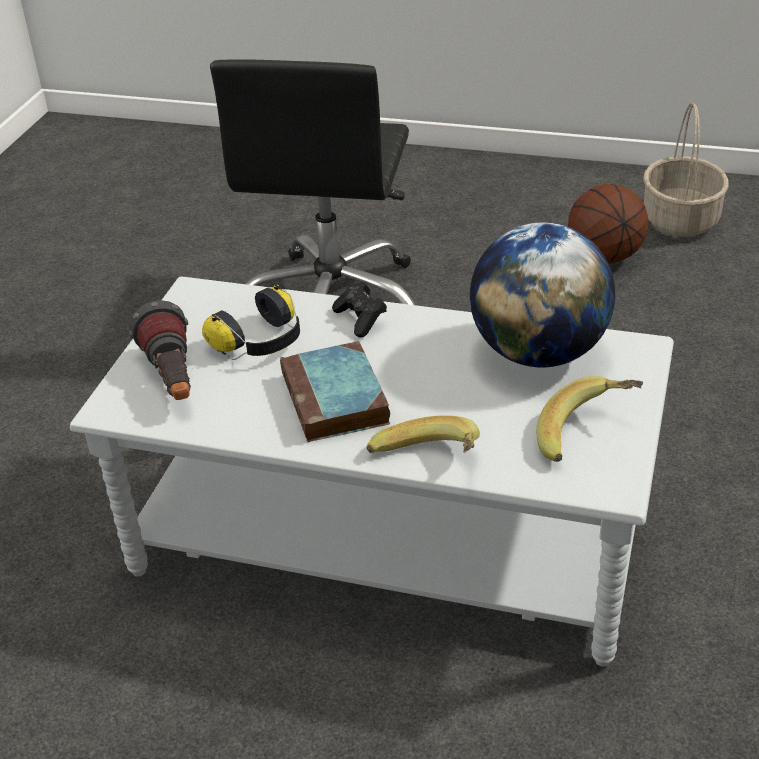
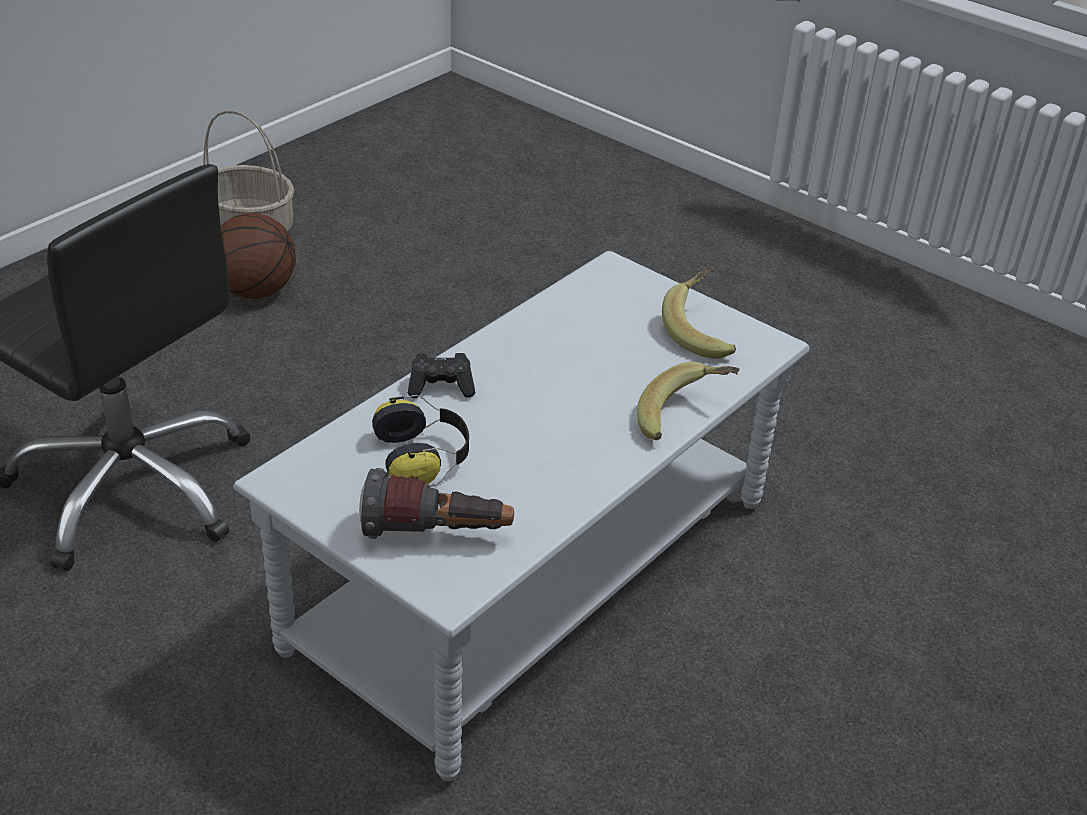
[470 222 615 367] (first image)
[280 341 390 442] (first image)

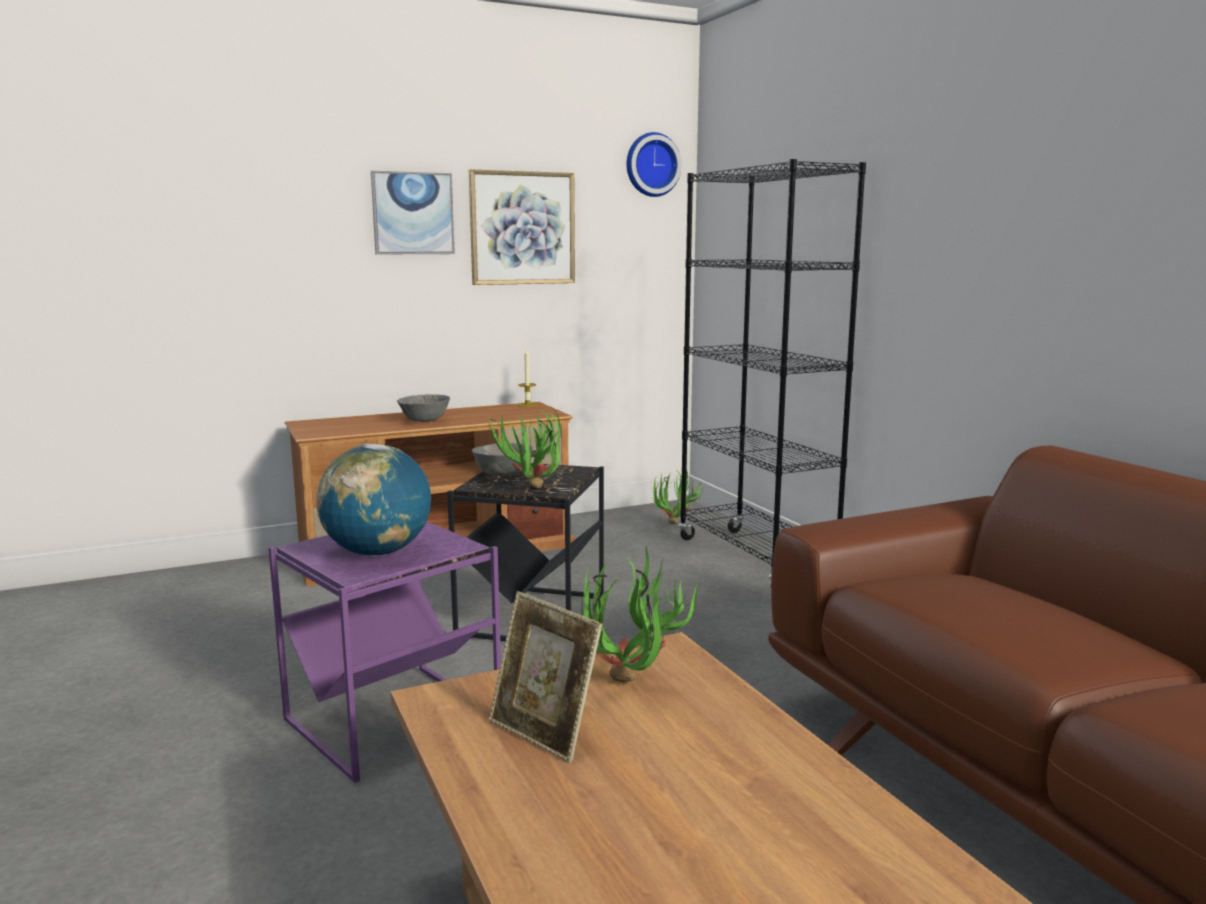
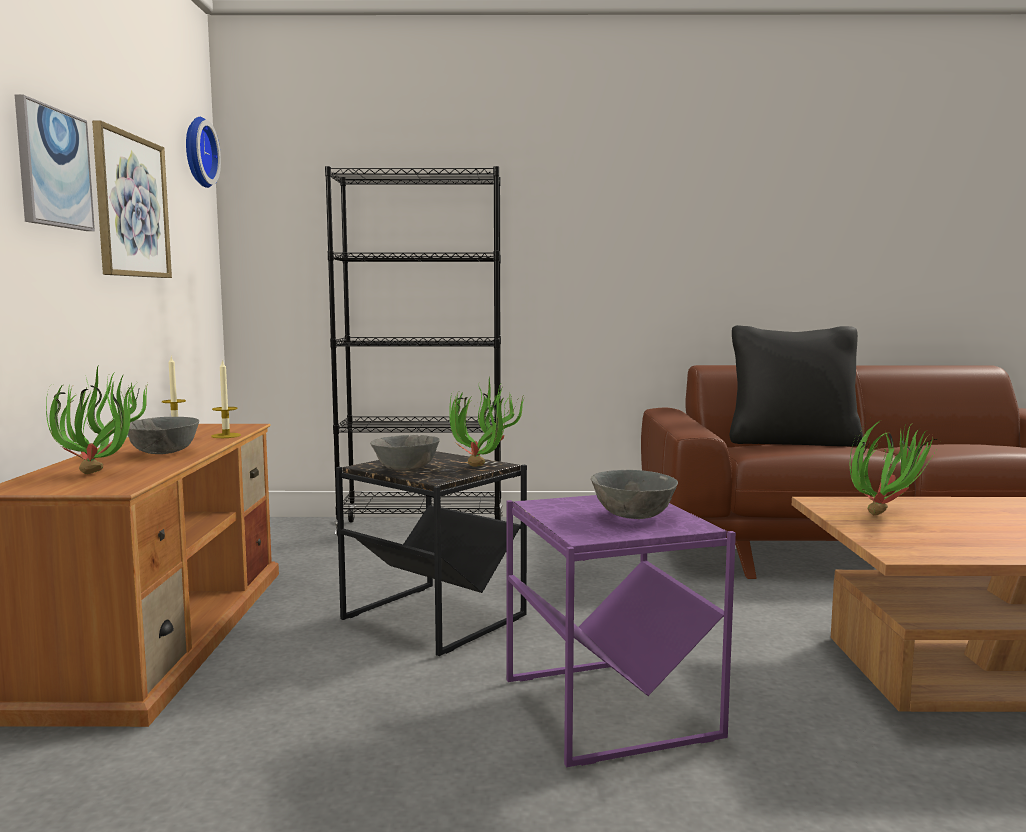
[591 470 678 519]
[46 366 148 474]
[489 591 602 763] (first image)
[730 325 863 447]
[211 359 241 438]

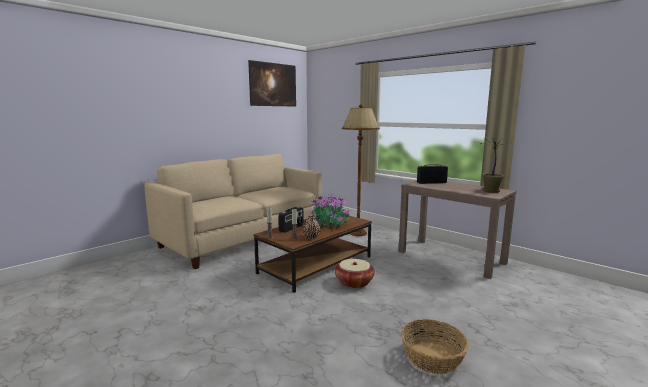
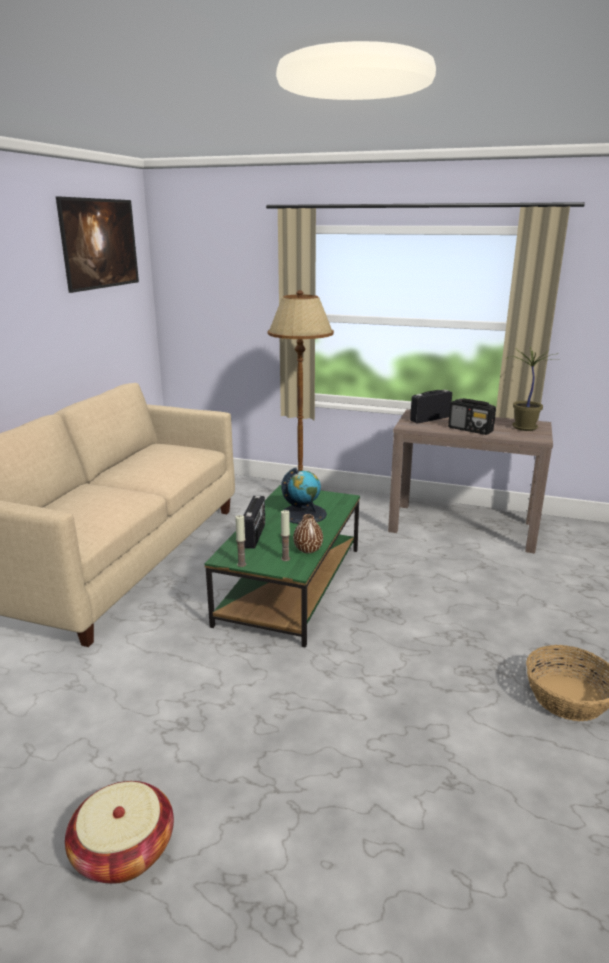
[281 467 327 524]
[205 485 360 648]
[65 781 174 884]
[448 398 496 435]

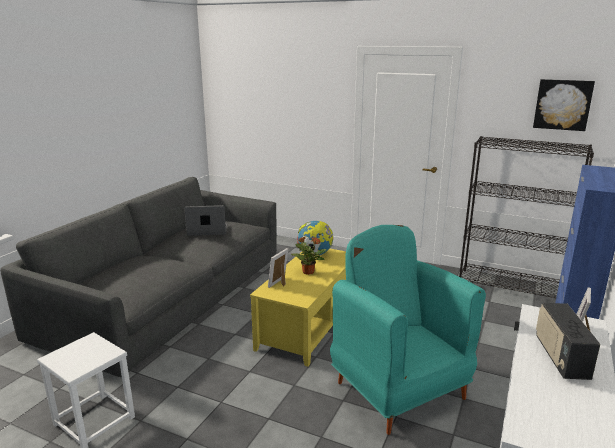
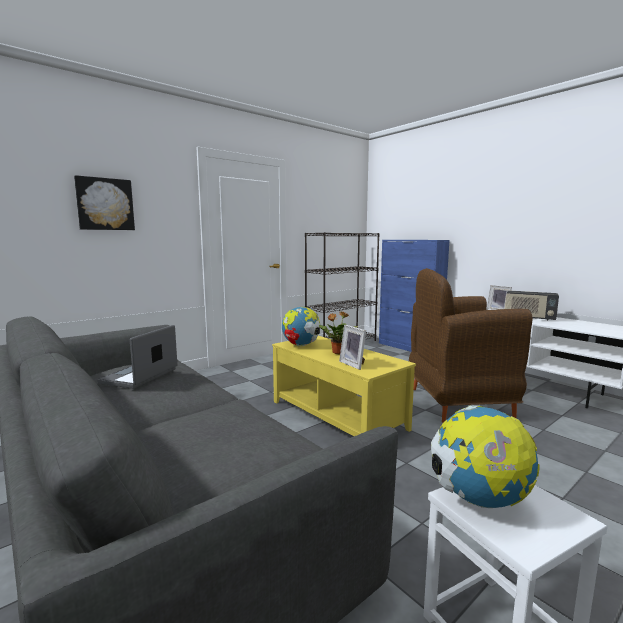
[74 175 135 230]
[409 268 533 423]
[431 406 540 508]

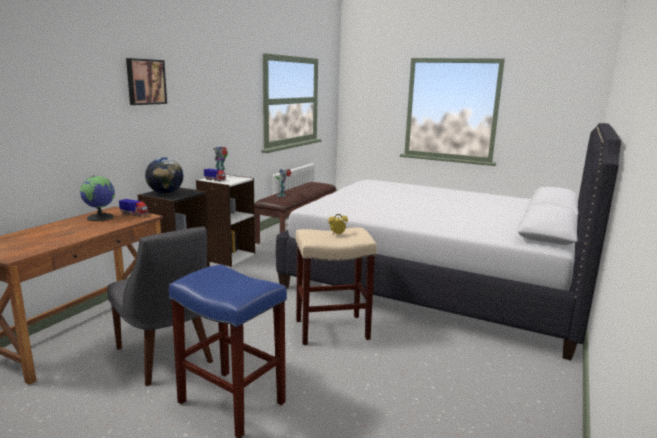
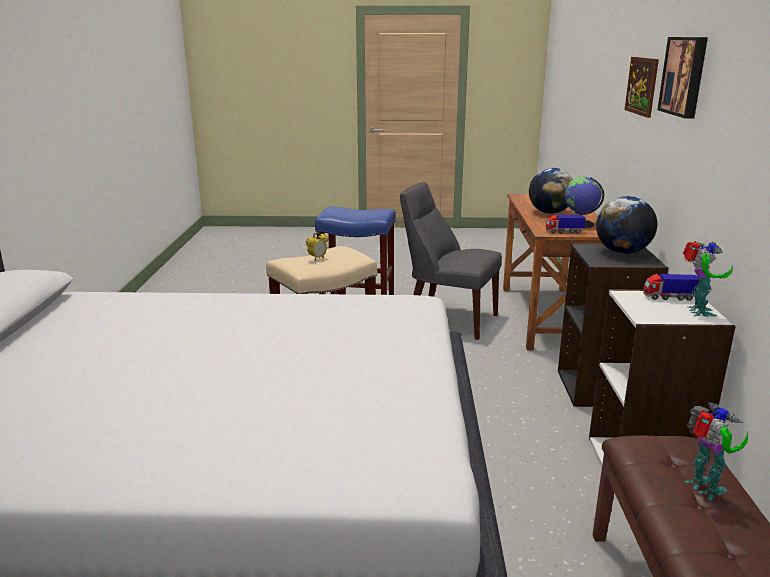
[624 57 659 118]
[529 168 573 214]

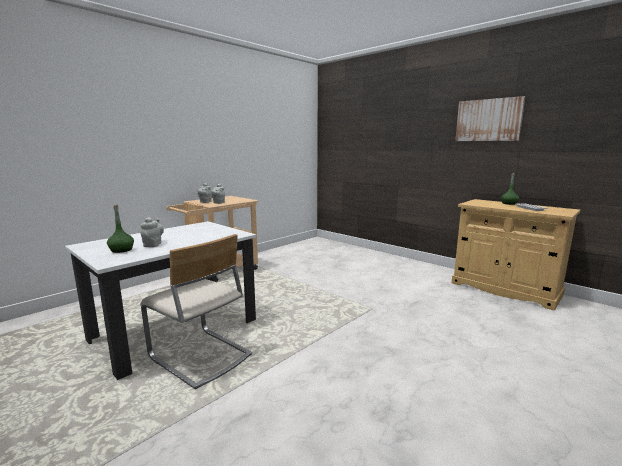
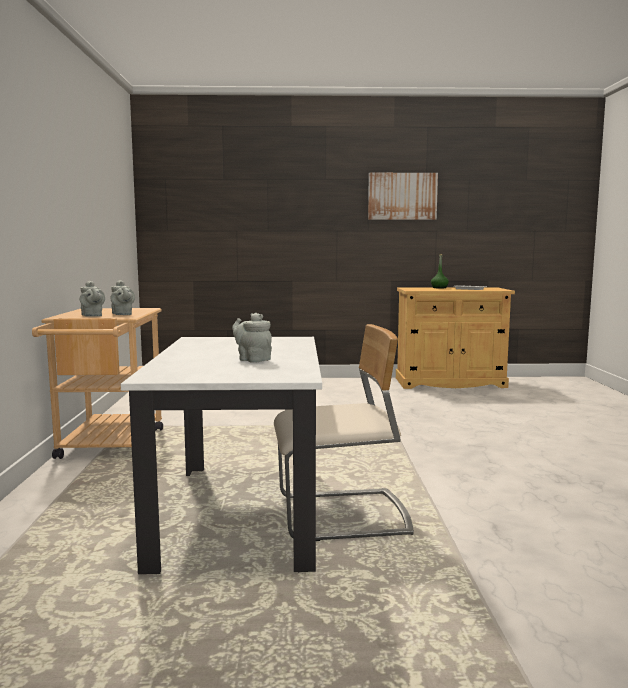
[107 205 134 253] (first image)

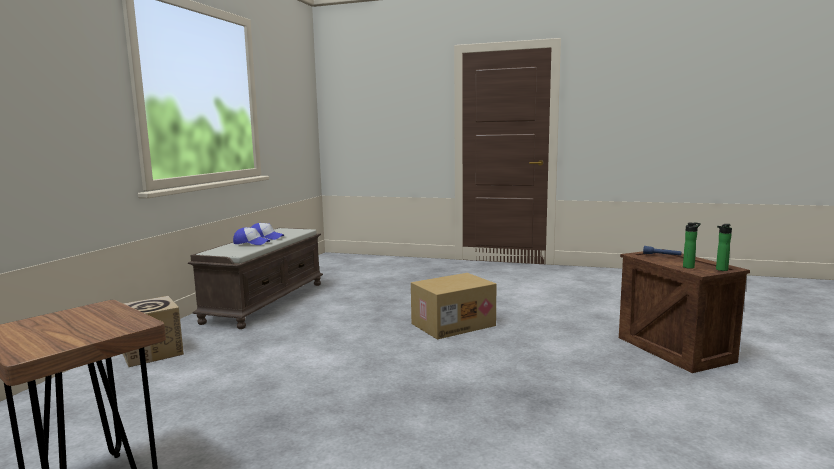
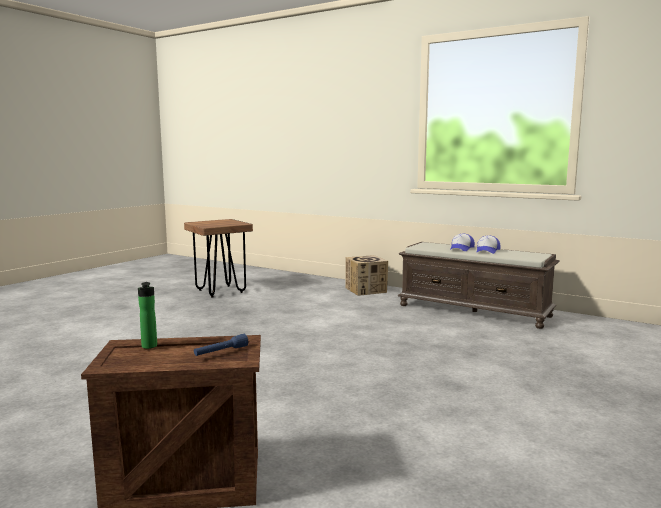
[716 224 732 271] (first image)
[411 273 496 340] (first image)

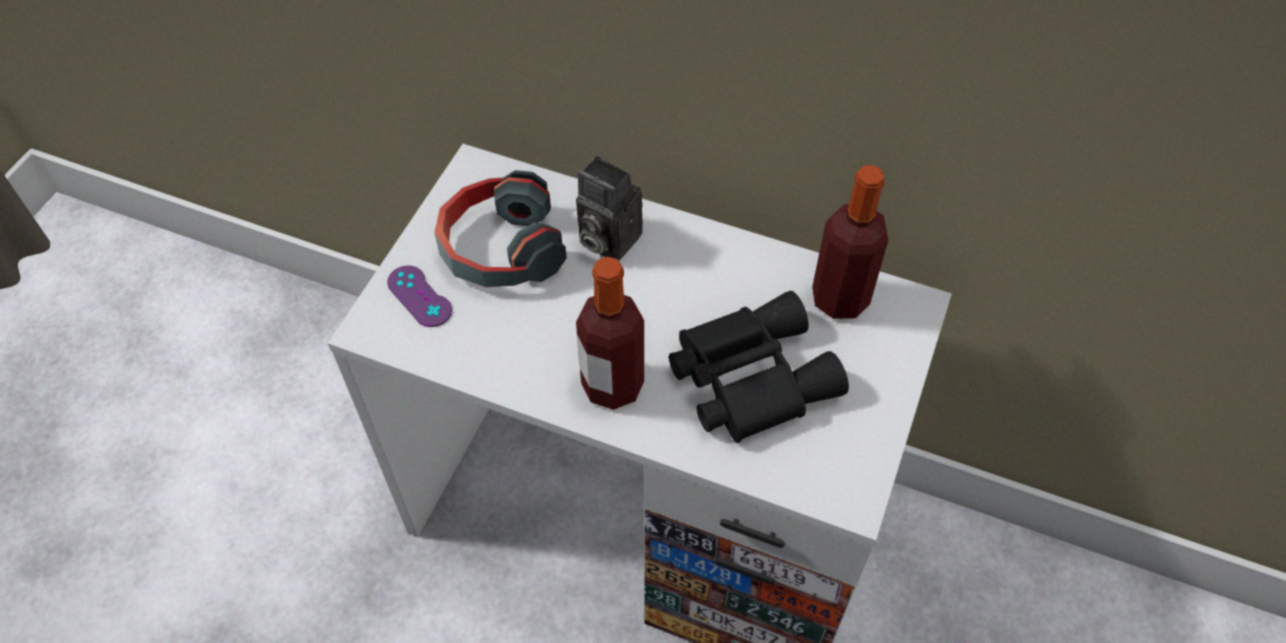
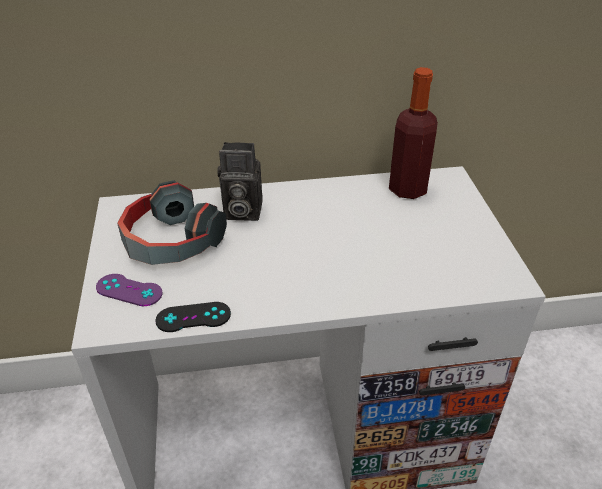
[576 256 644 410] (first image)
[669 291 849 443] (first image)
[155 302 231 332]

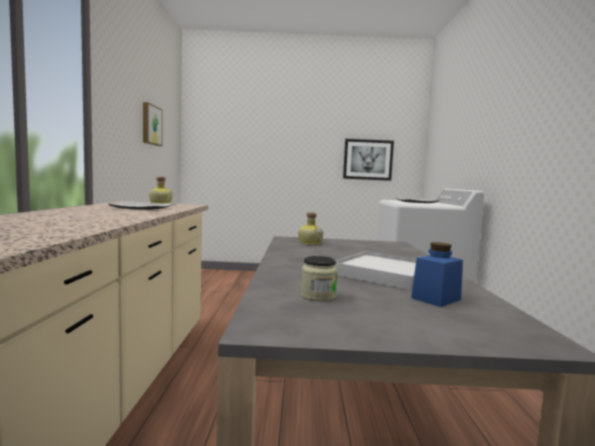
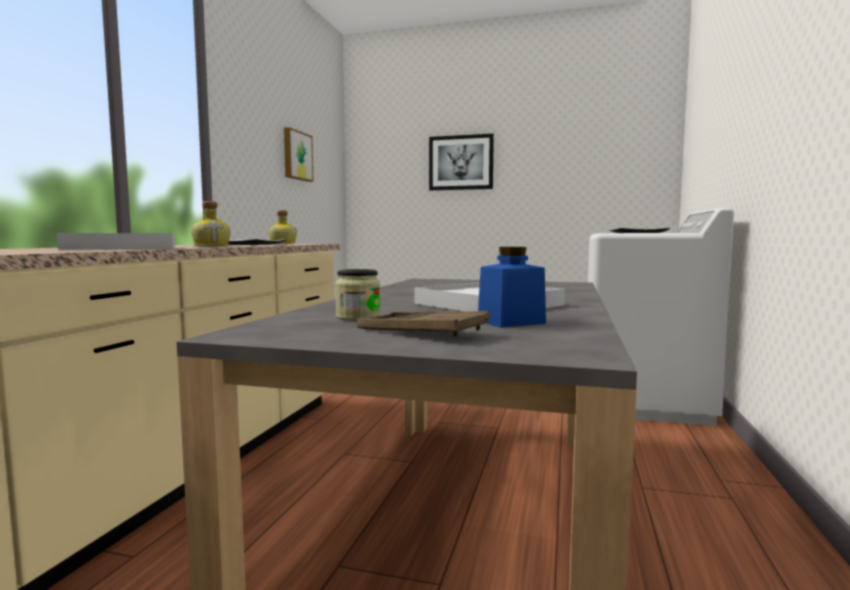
[429 134 494 190]
[191 201 231 246]
[57 233 175 249]
[357 311 490 336]

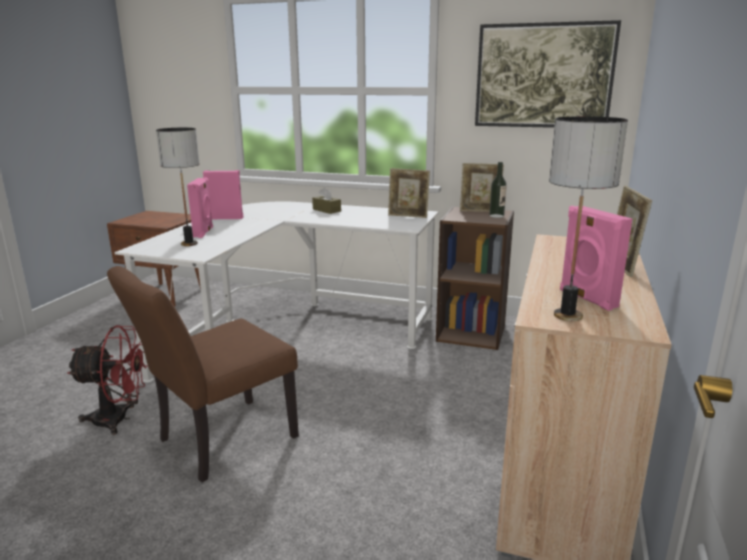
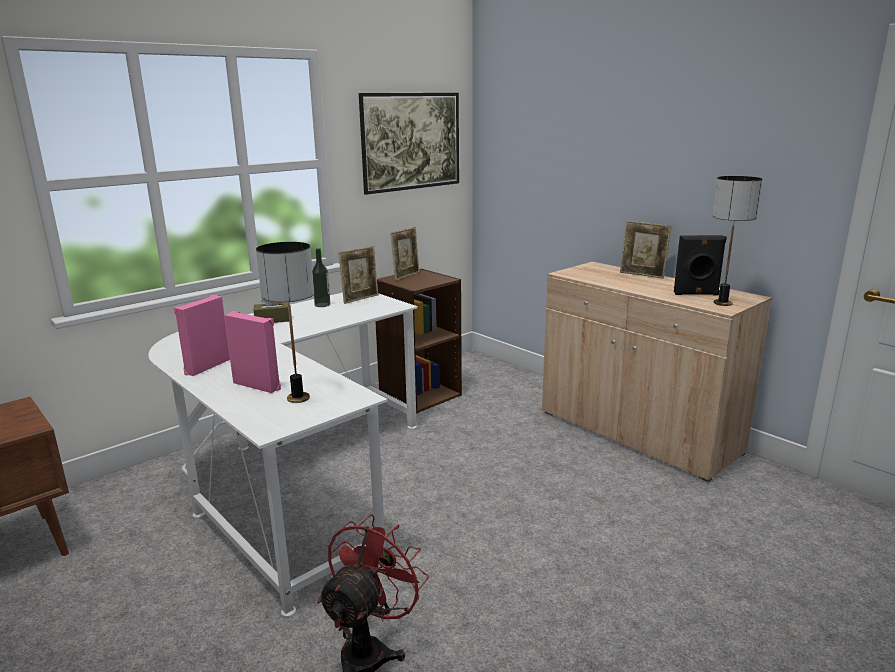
[312 248 330 307]
[674 235 727 295]
[107 266 299 482] (first image)

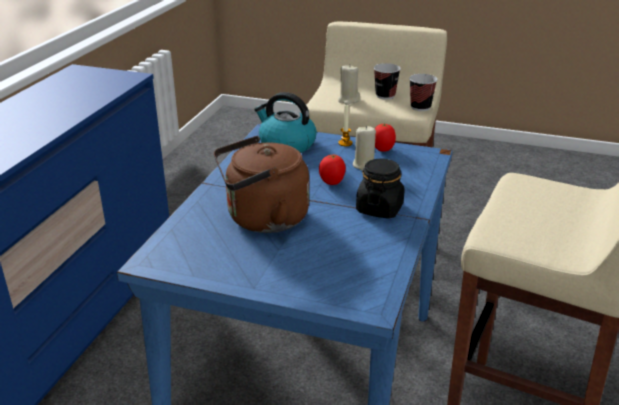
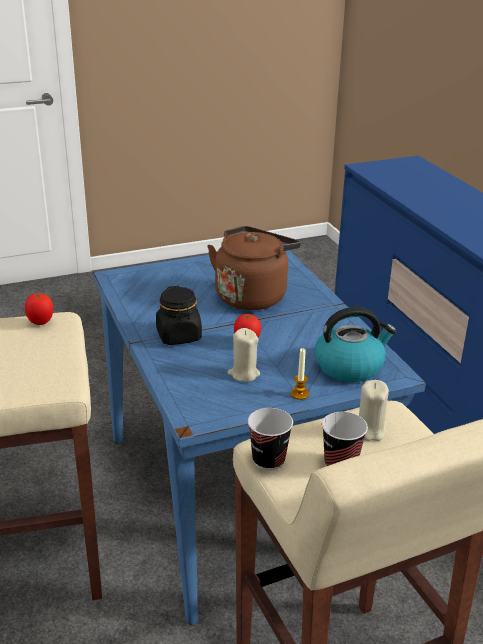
[25 293 53 325]

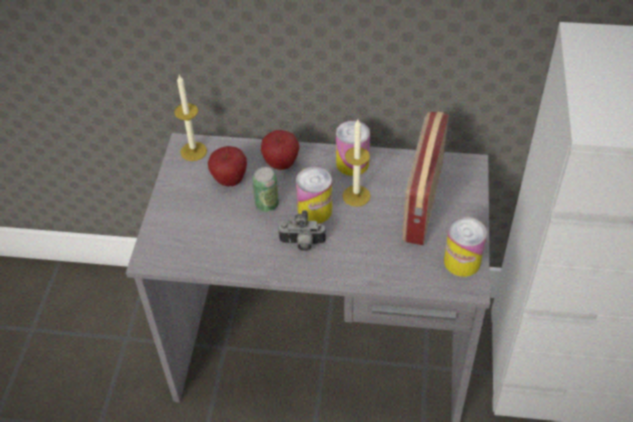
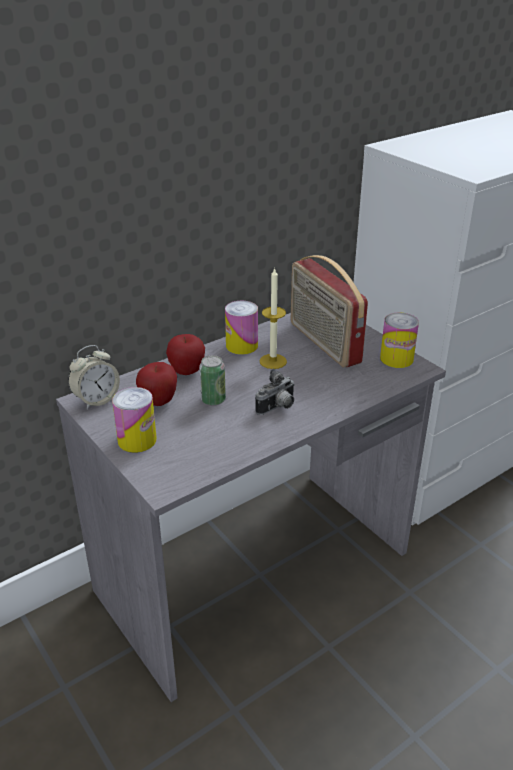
[68 345 120 409]
[112 387 157 453]

